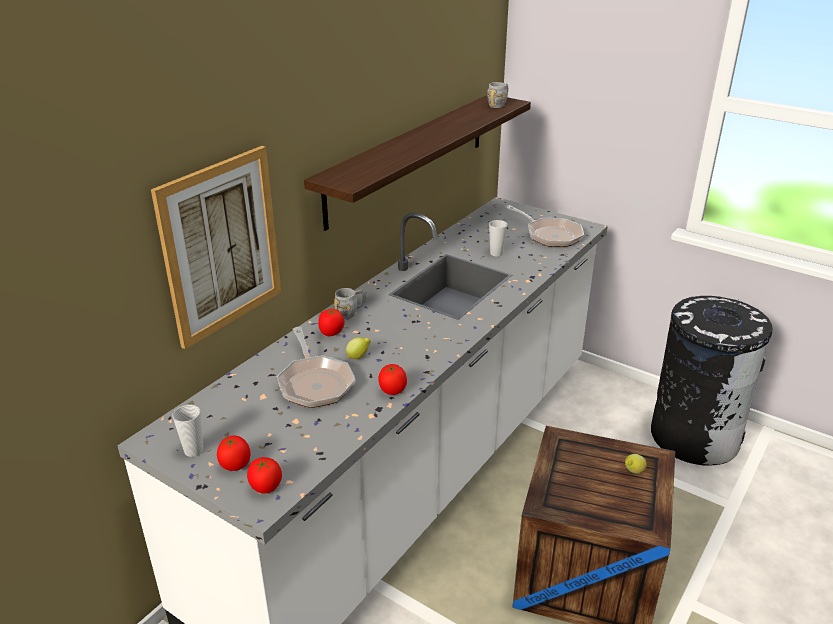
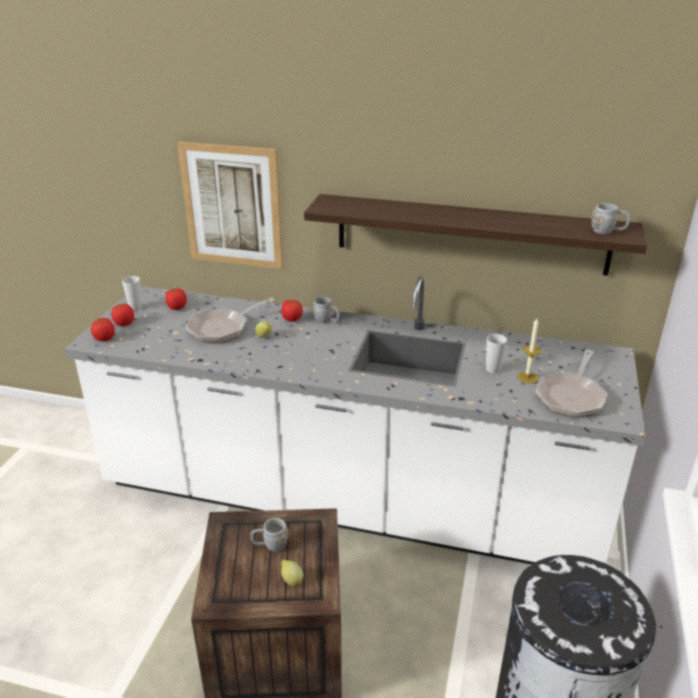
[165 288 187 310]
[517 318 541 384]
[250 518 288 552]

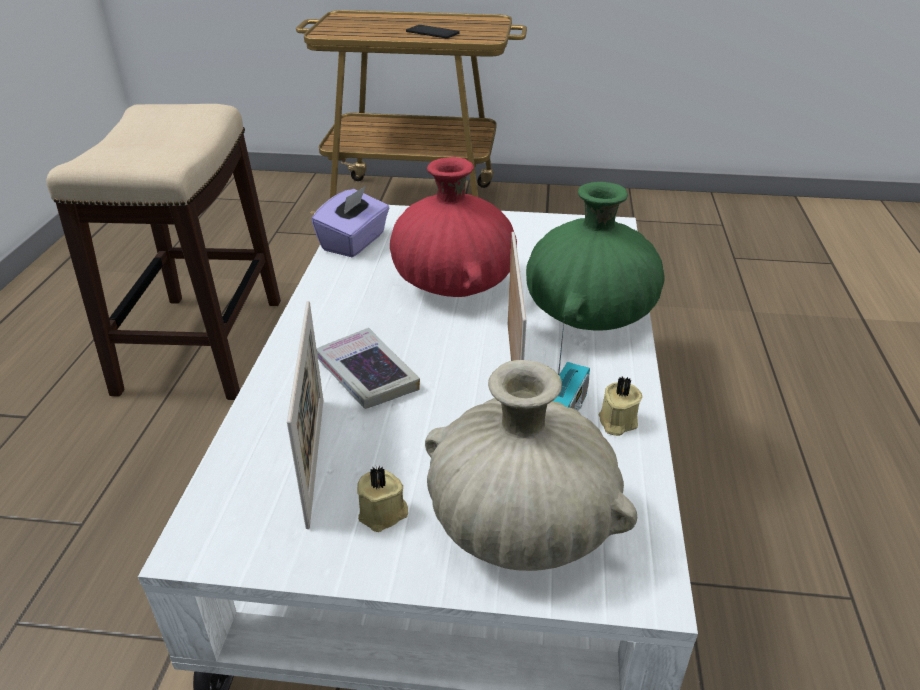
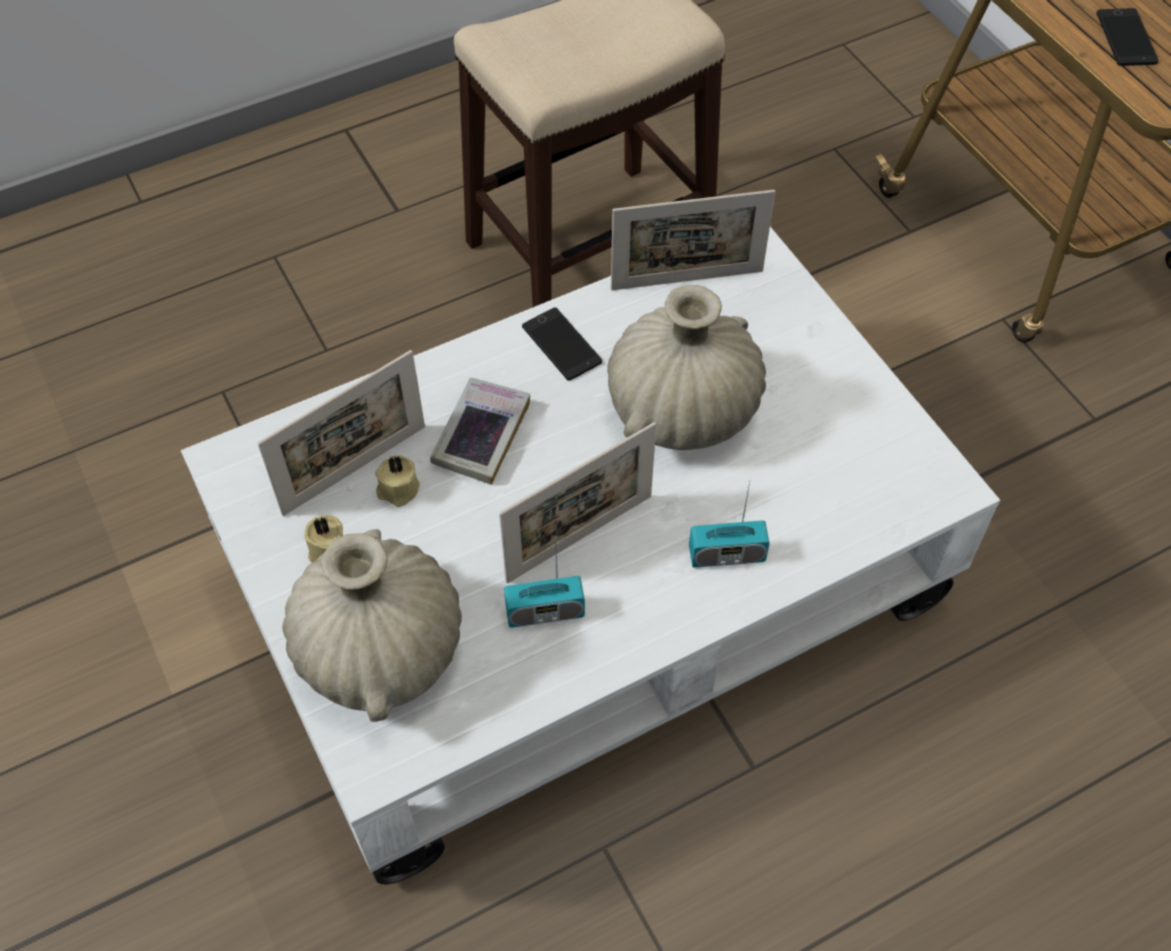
[607 285 766 450]
[689 482 770 568]
[611 190 775 290]
[375 456 420 507]
[522 307 602 381]

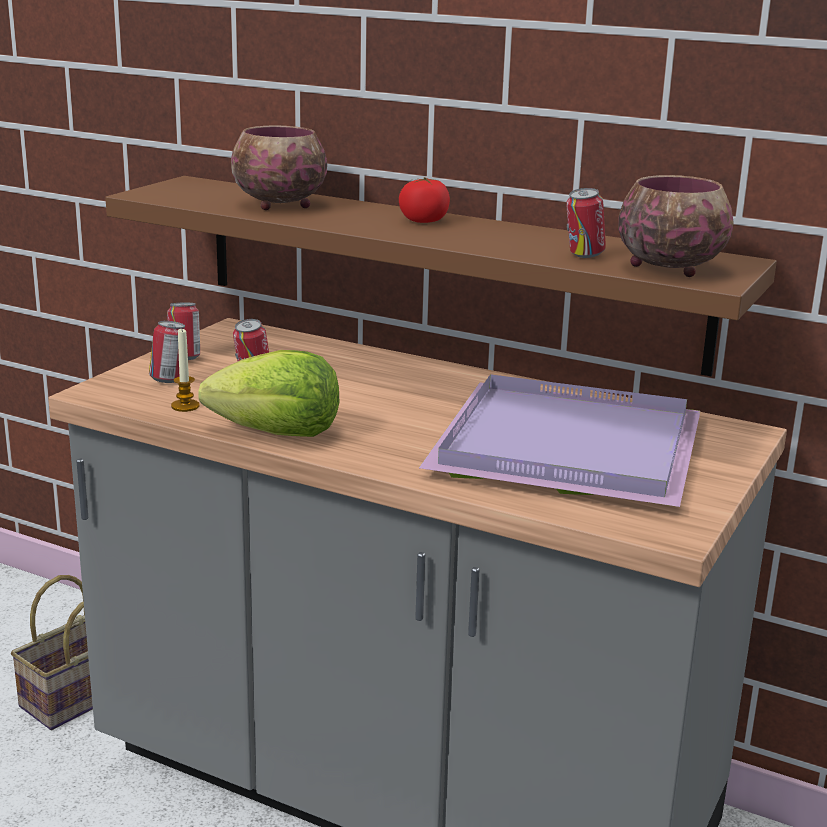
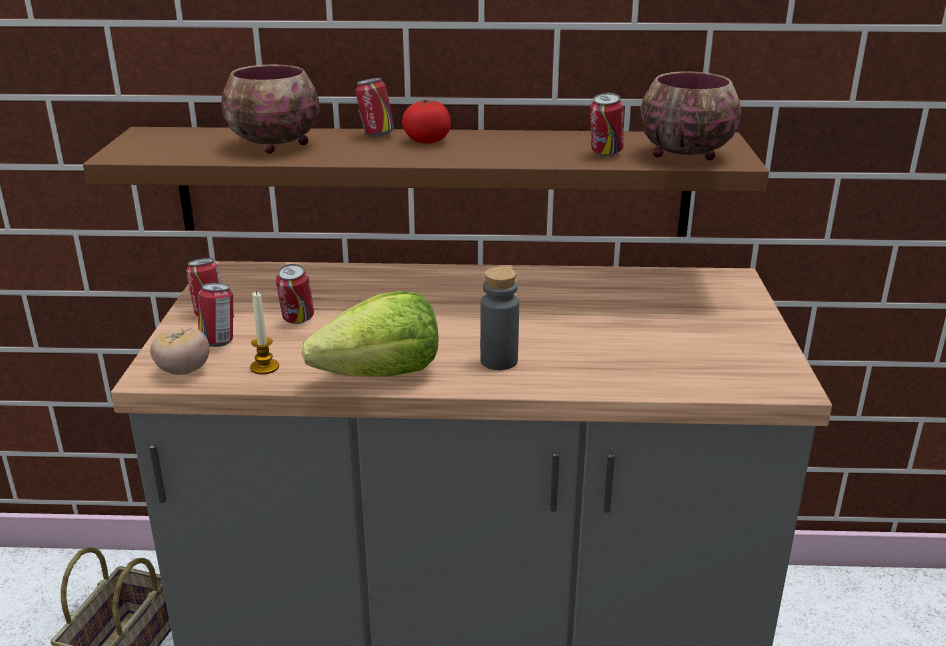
[419 374 700 507] (first image)
[356 78 394 137]
[480 267 519 370]
[150 328 210 375]

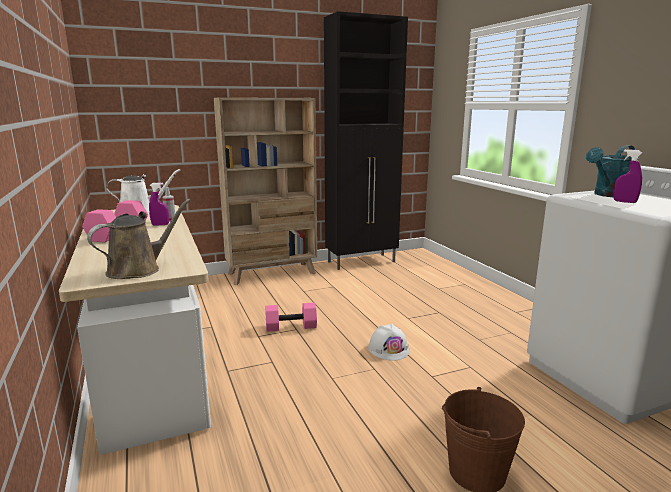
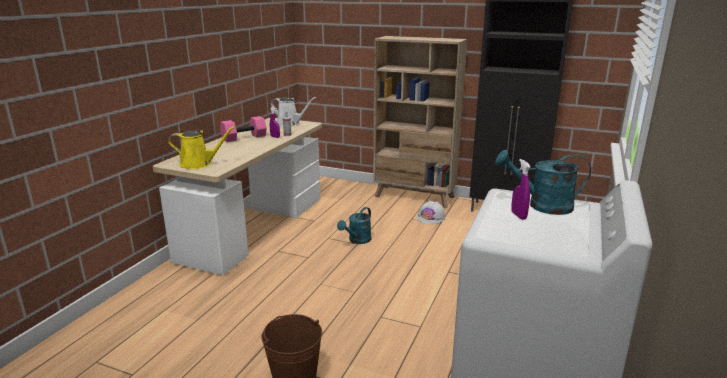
[168 126 235 169]
[337 207 371 244]
[417 200 445 224]

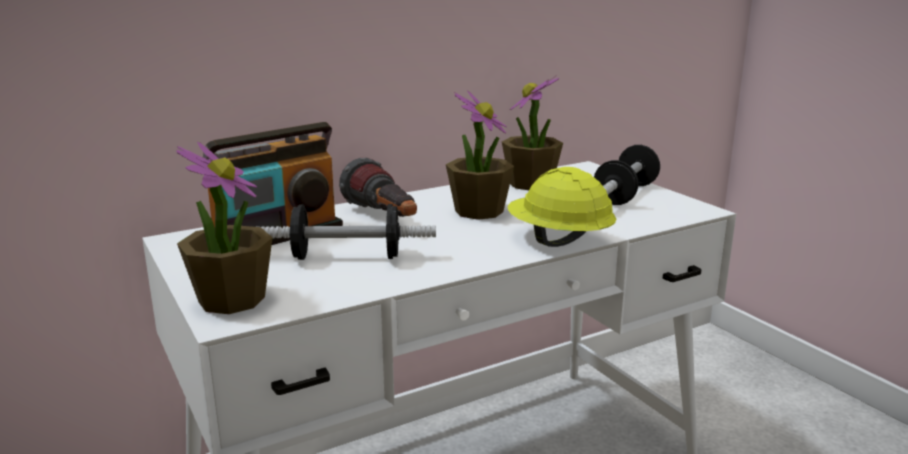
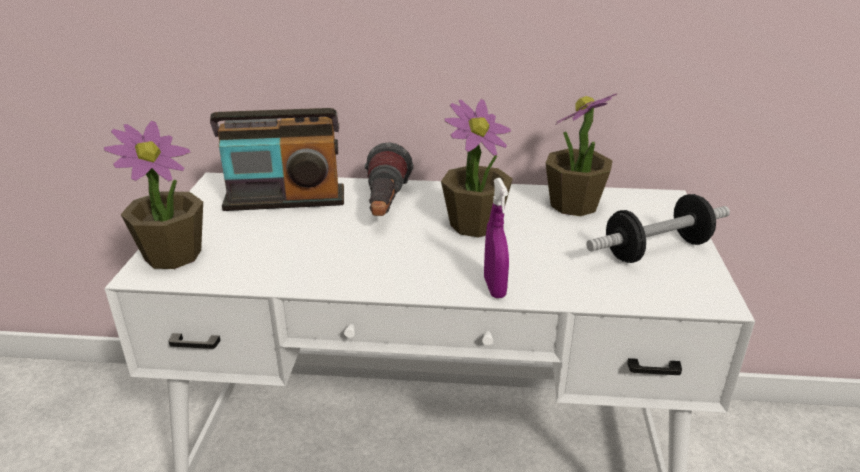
[484 178 509 298]
[257 204 436 260] (first image)

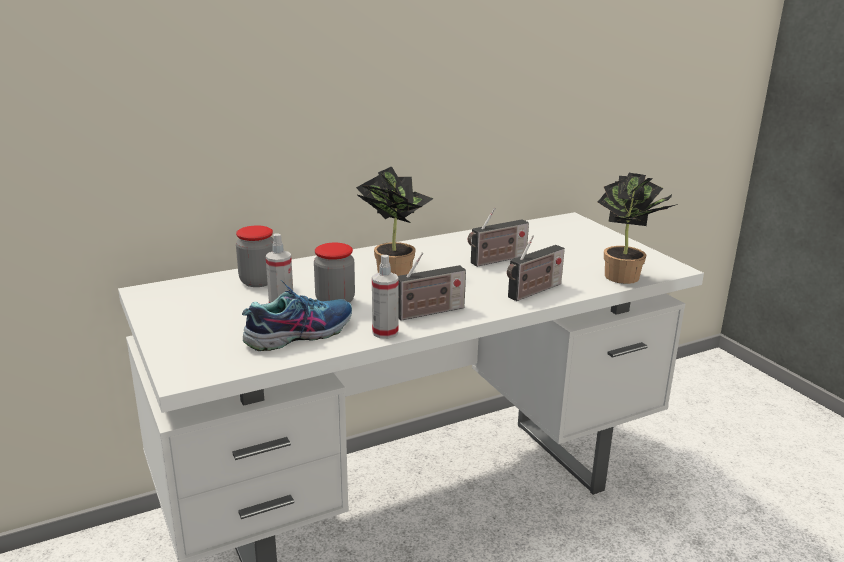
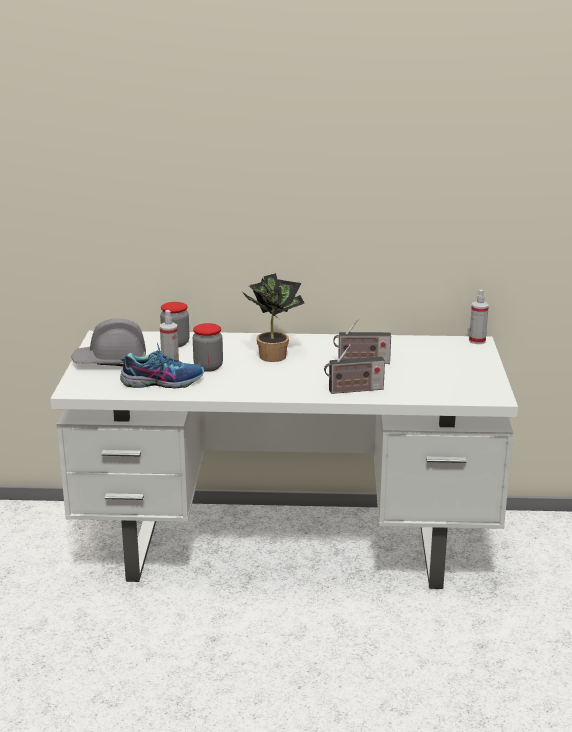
[598 173 678 284] (first image)
[398 253 466 321] (first image)
[469 290 489 344]
[71 318 146 366]

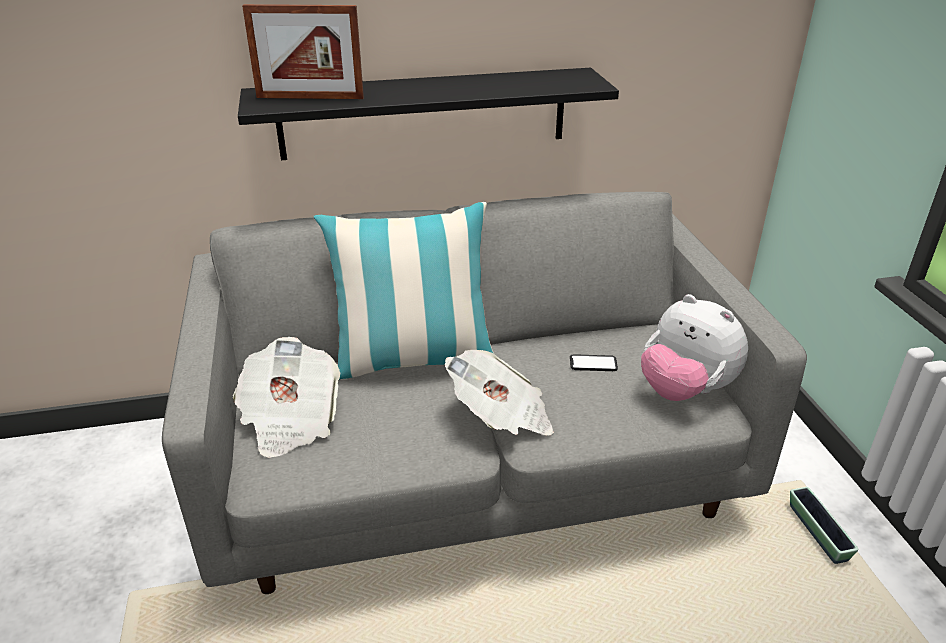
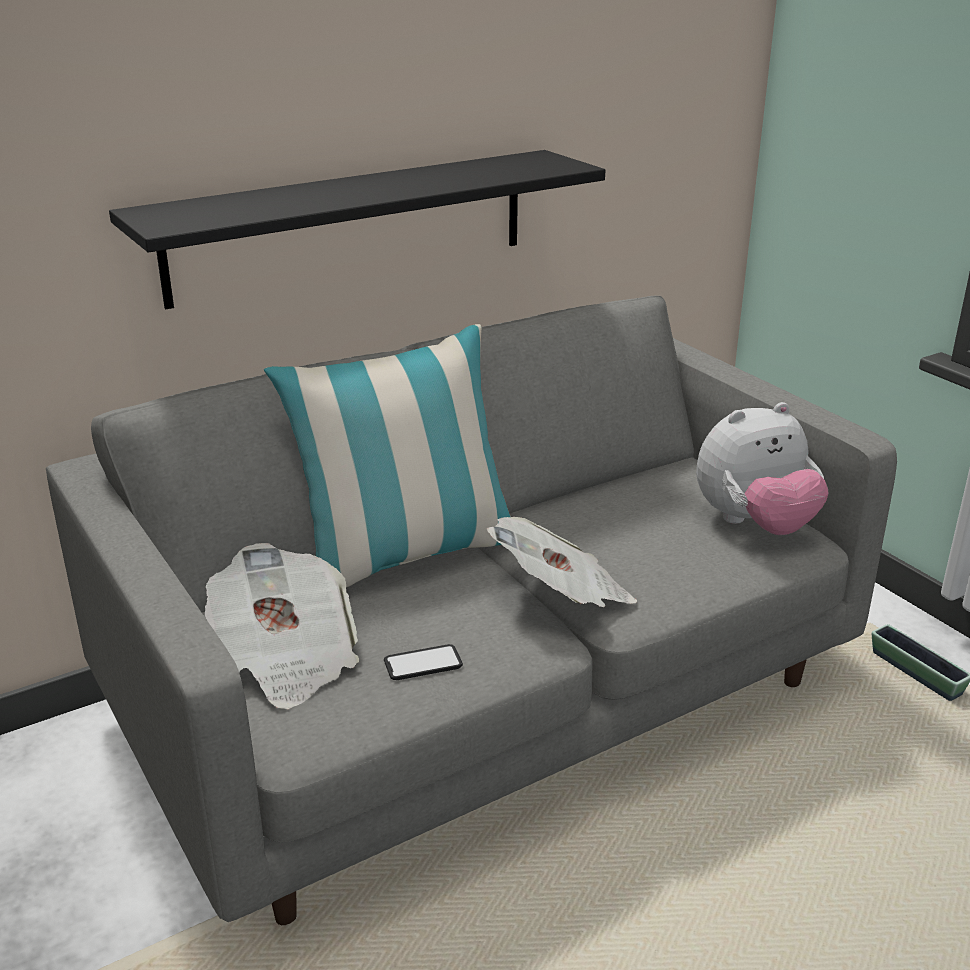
[242 4 364 99] (first image)
[696 402 829 535]
[384 644 463 680]

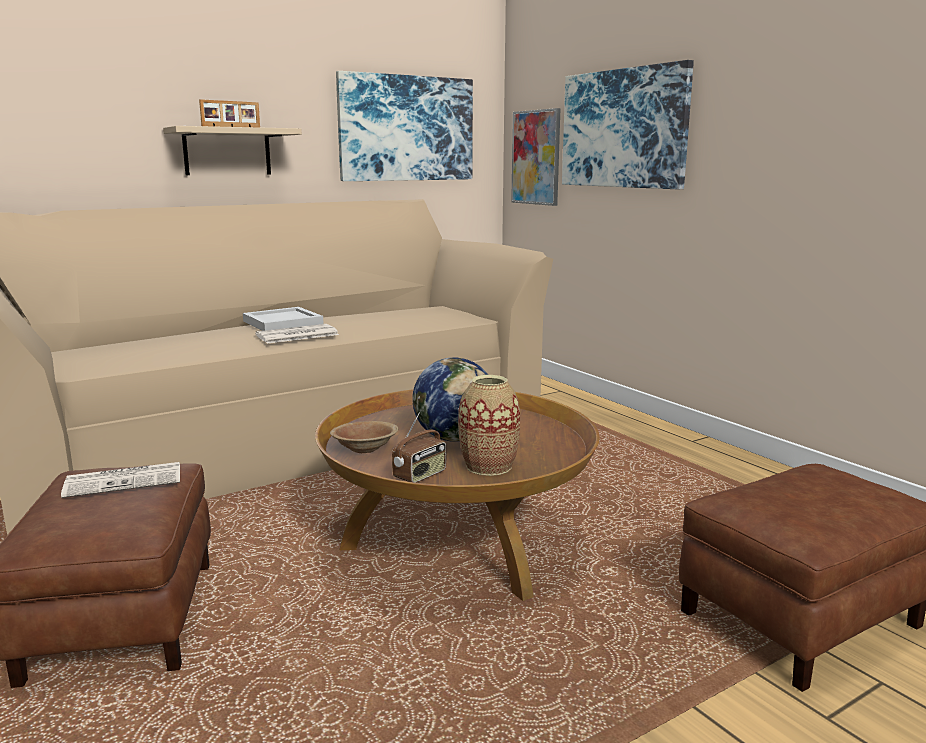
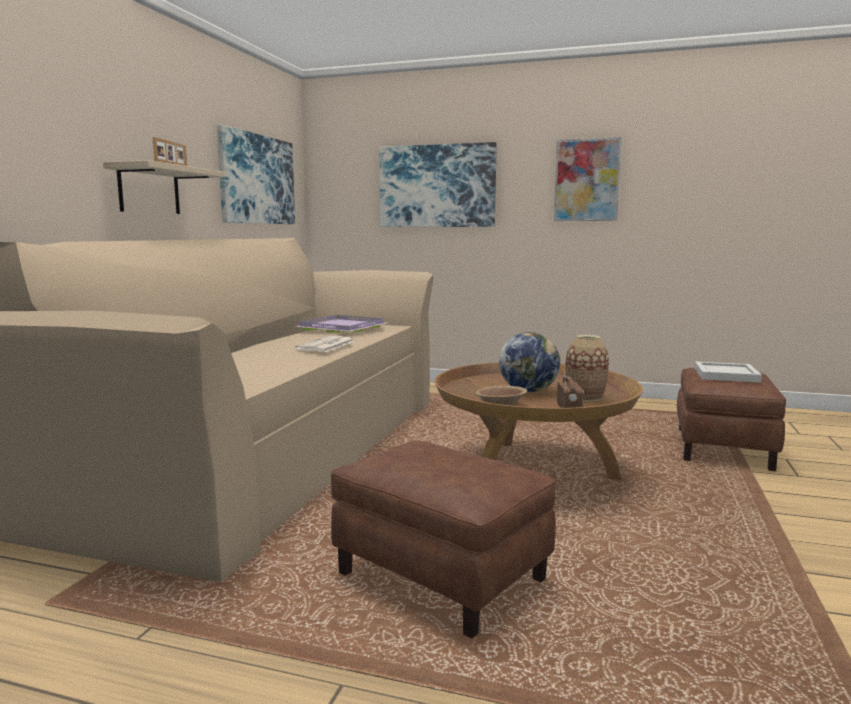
[554 137 622 221]
[695 361 762 383]
[61 462 180 498] (first image)
[293 315 387 333]

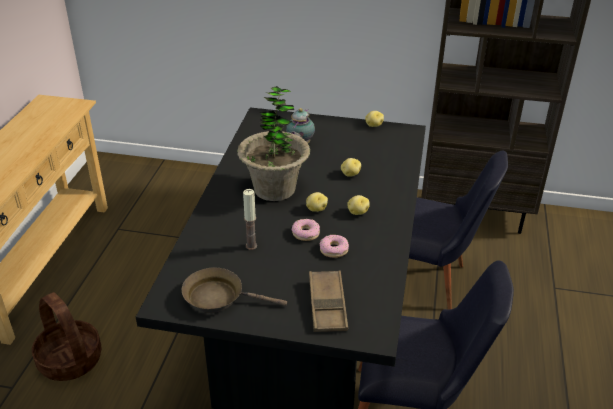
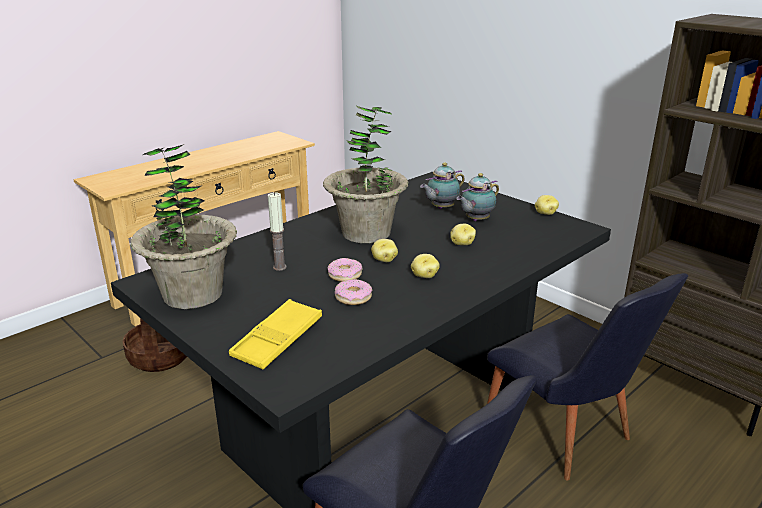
[130 144 237 309]
[229 299 322 369]
[456 173 499 221]

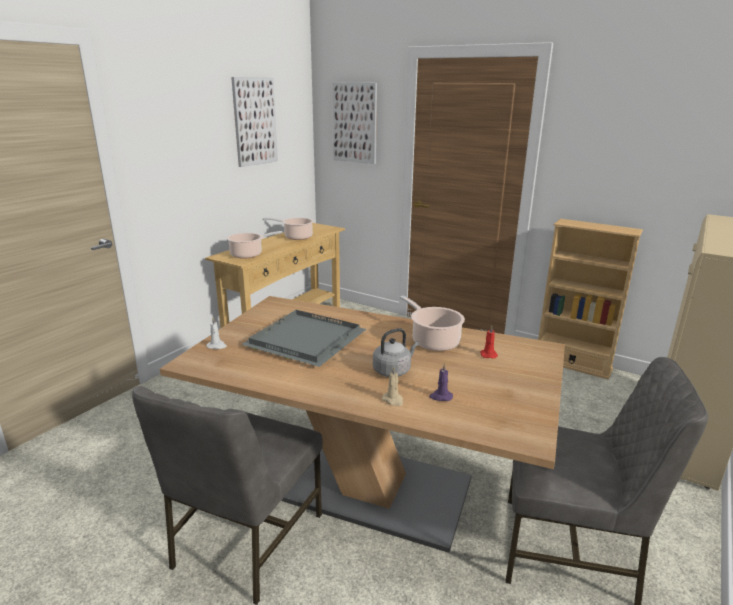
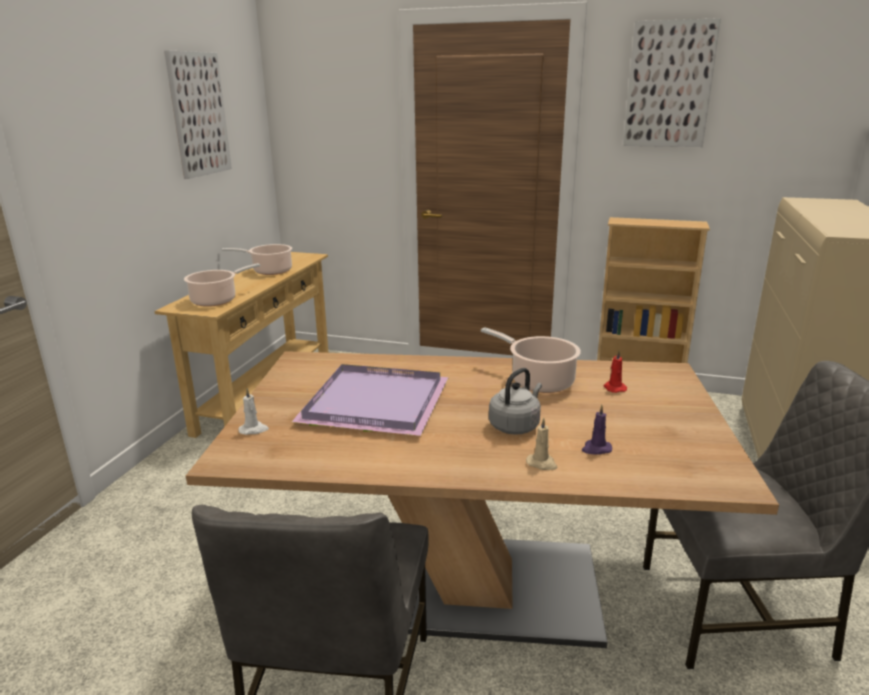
[623 18 721 147]
[292 364 449 436]

